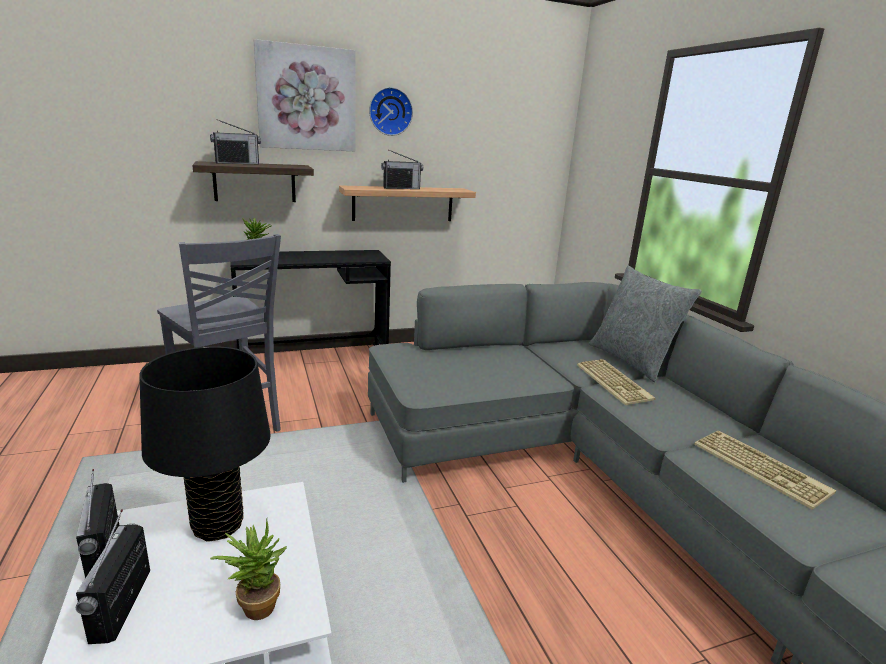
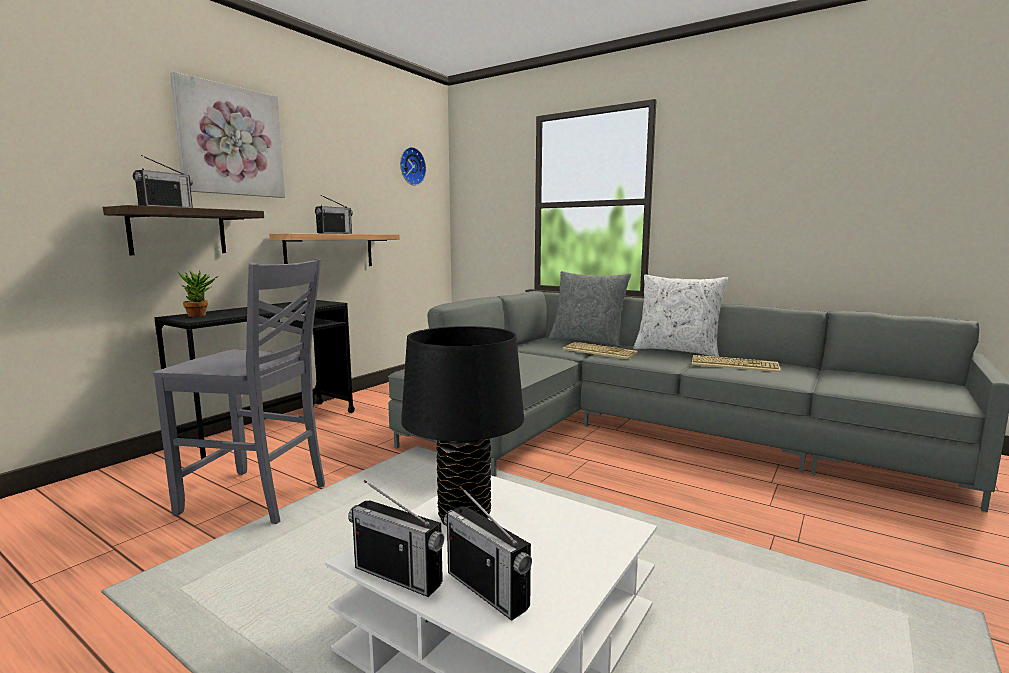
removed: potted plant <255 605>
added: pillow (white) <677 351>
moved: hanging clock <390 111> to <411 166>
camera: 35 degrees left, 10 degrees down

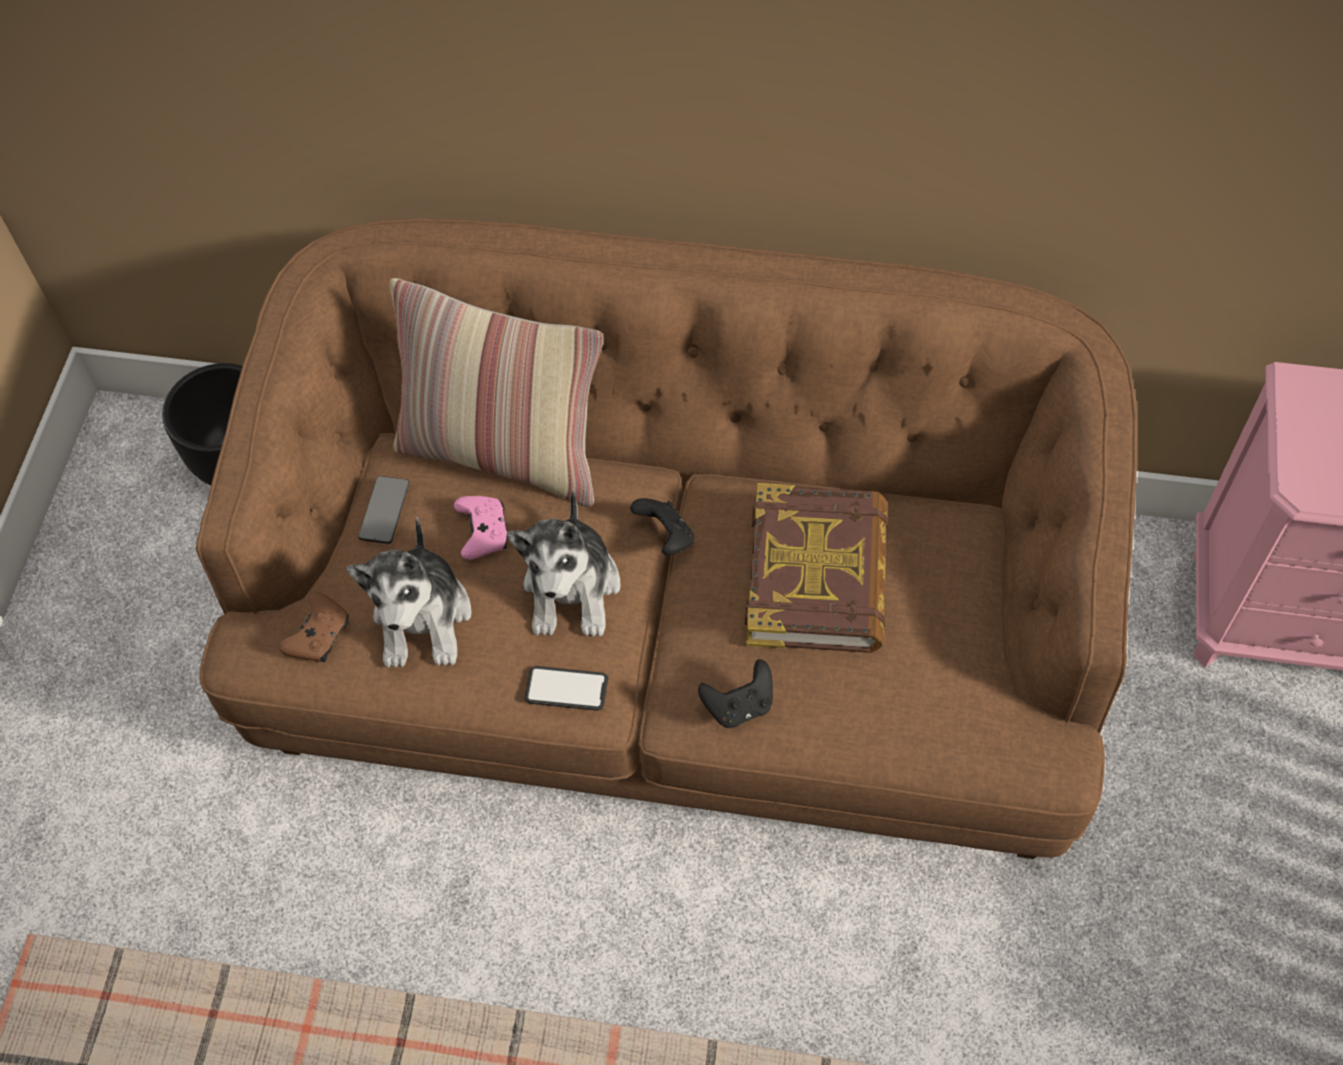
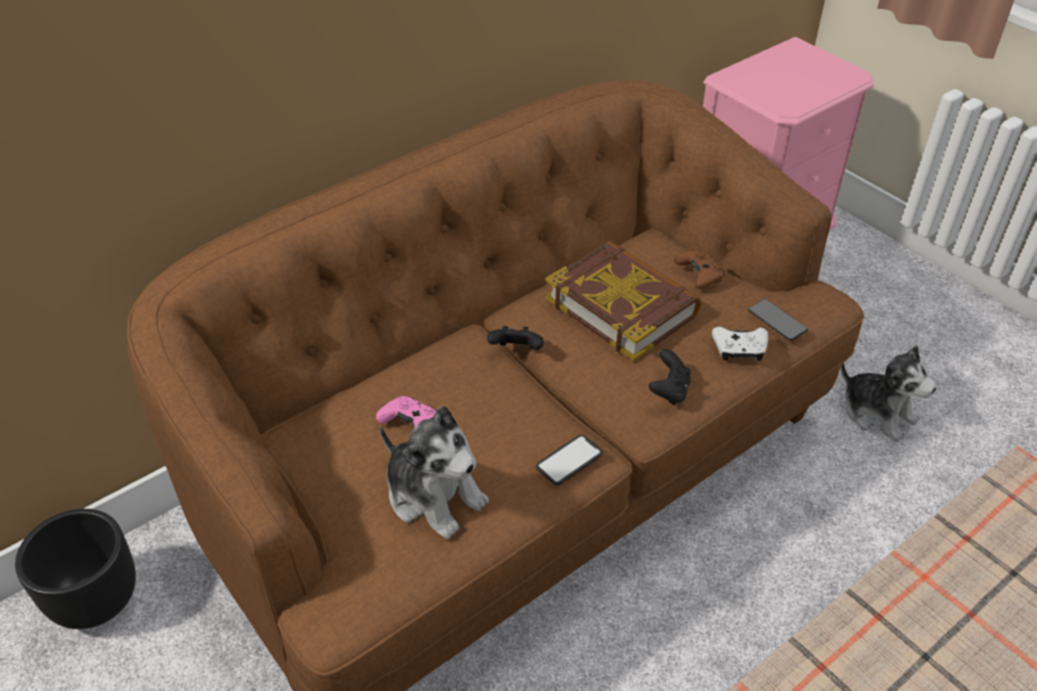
removed: pillow <504 453>
added: gamepad (white) <739 350>
moved: gamepad (brown-coloured) <319 635> to <699 275>; phone <384 510> to <777 320>; cuddly toy <572 588> to <877 413>
camera: 50 degrees left, 15 degrees down

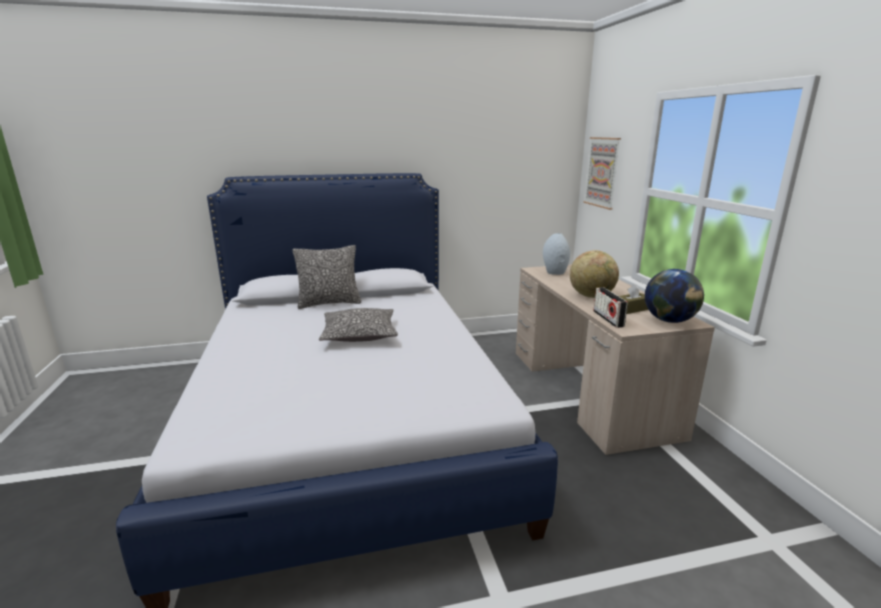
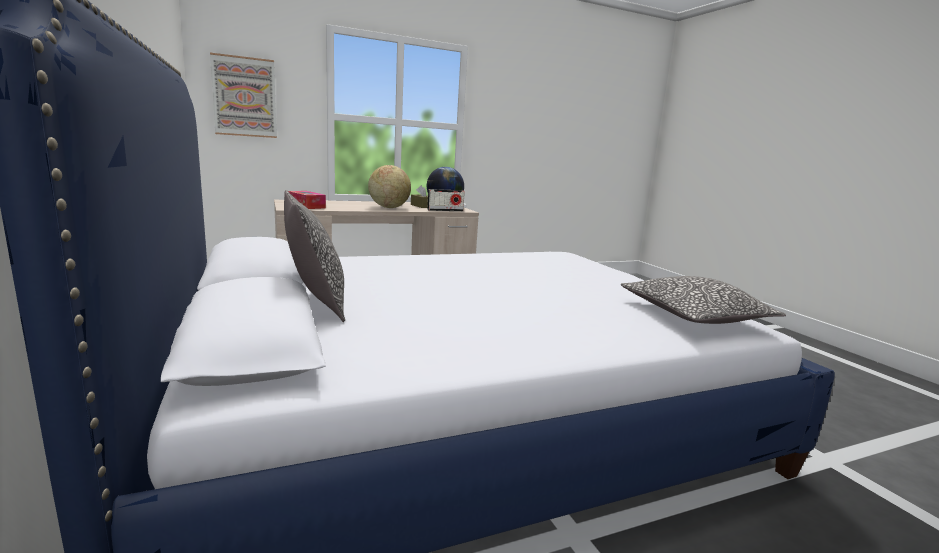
moved: pillow <359 335> to <693 316>
replaced: decorative vase (greyish) <555 272> to tissue holder <306 206>
camera: 100 degrees left, 5 degrees down

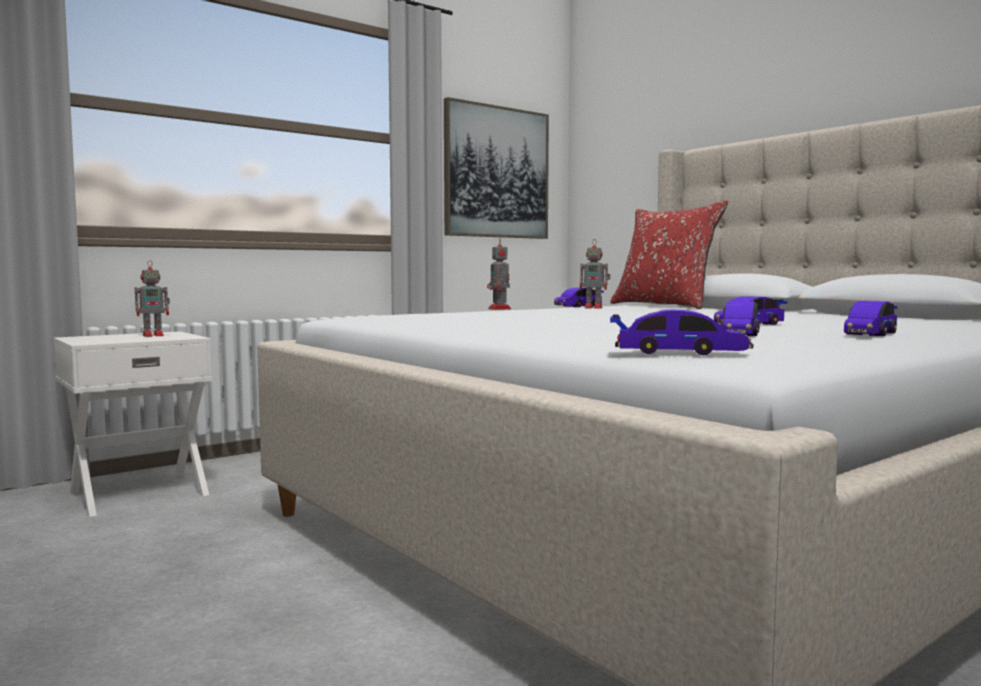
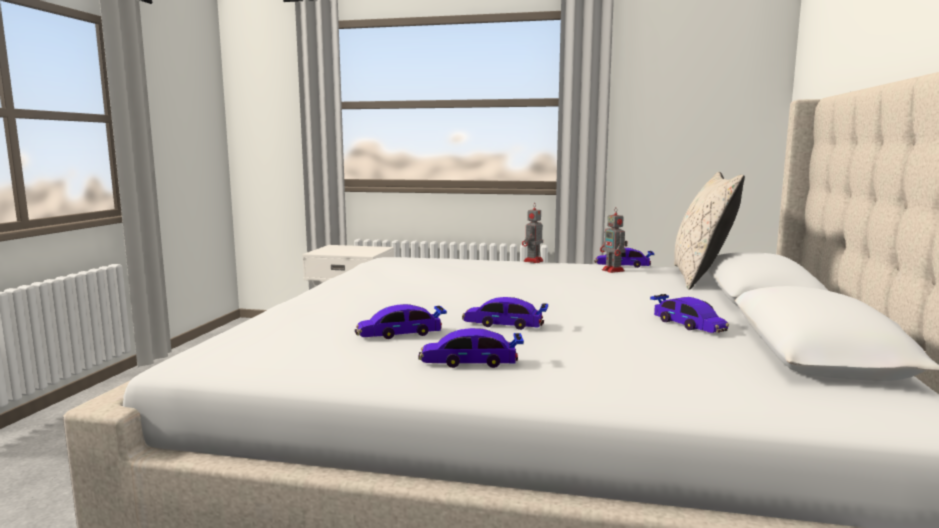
removed: robot figure <154 335>; picture <496 172>
moved: toy car <679 352> to <687 324>
recoloured: pillow (red) <665 306> to pillow (beige-coloured) <701 278>
camera: 50 degrees right, 5 degrees up

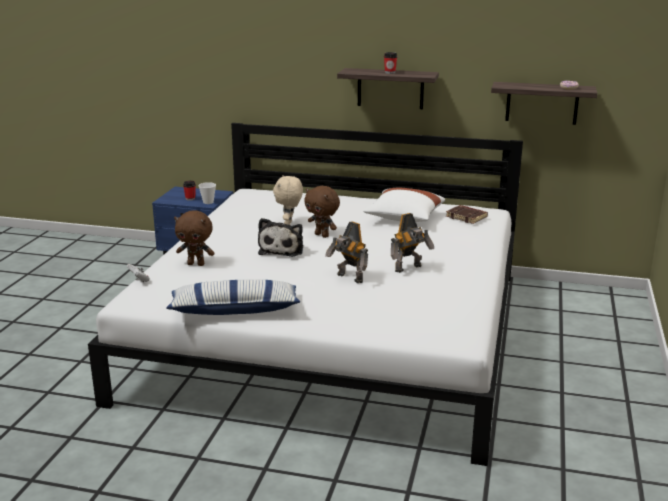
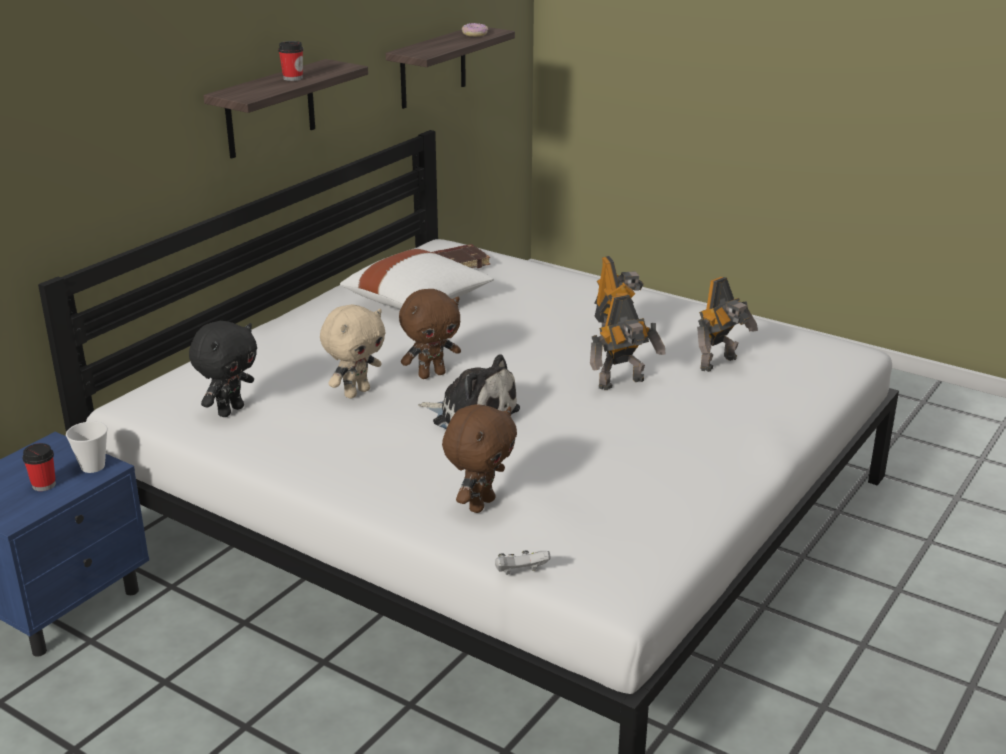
removed: pillow <234 310>
added: cuddly toy (black-coloured) <230 410>; robot figure <720 364>
turned: cuddly toy (beige-coloured) <289 224> = <356 392> 75 degrees counterclockwise
camera: 70 degrees left, 5 degrees up

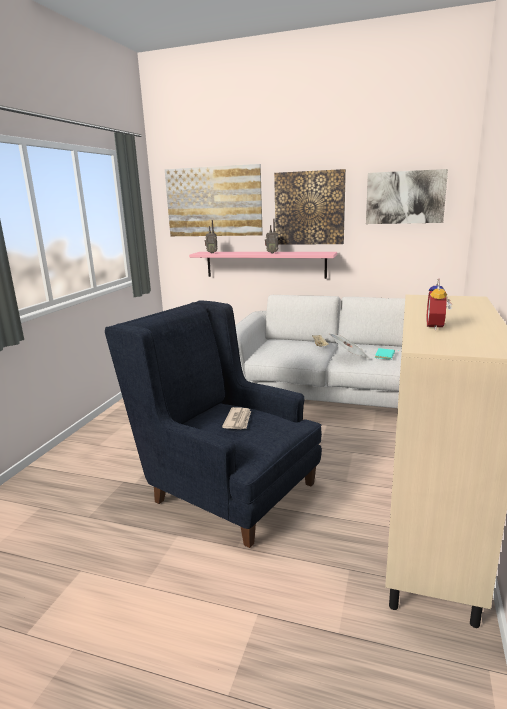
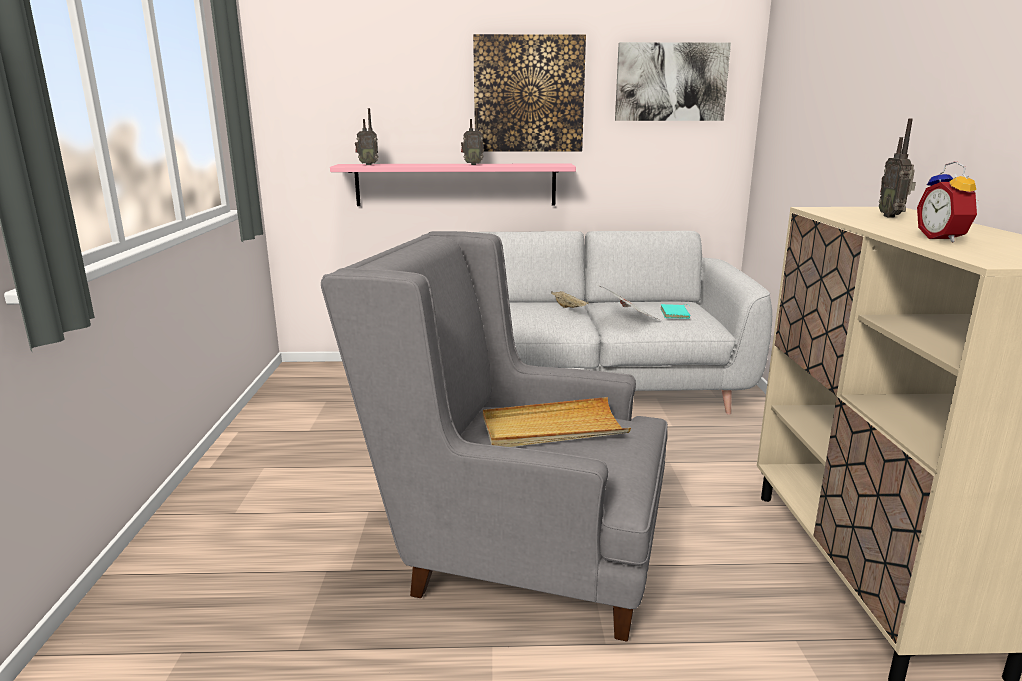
removed: picture <213 202>
added: radio <892 216>
replaced: daily paper <238 420> to serving tray (beige-coloured) <552 428>
recoloured: armchair (blue) <224 488> to armchair (greyish) <516 549>
camera: 20 degrees left, 0 degrees up

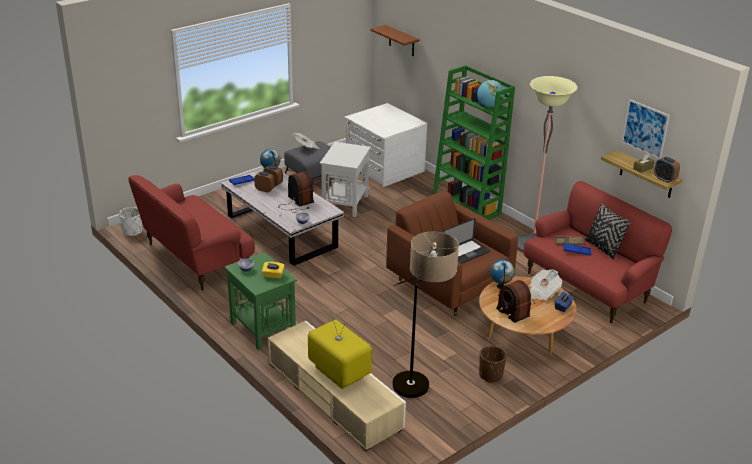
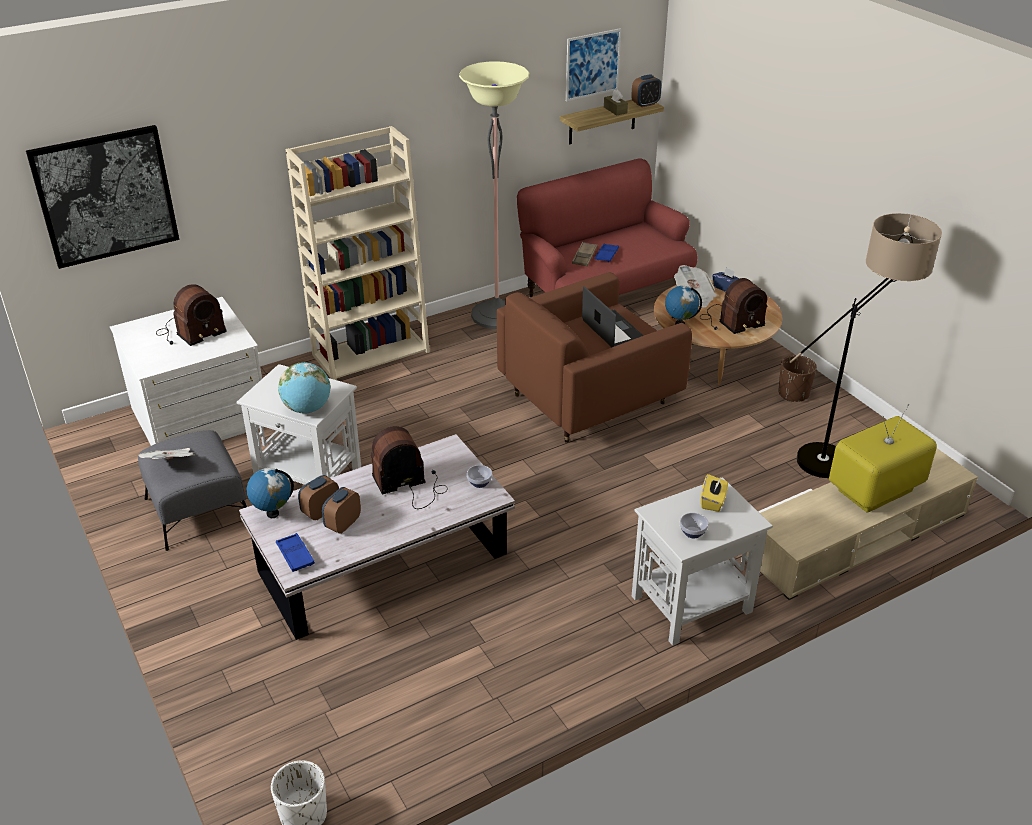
removed: couch (red) <195 259>; pillow (black-coloured) <603 248>
added: radio <190 332>
moved: desk globe <489 106> to <307 409>
replaced: bracket shelf (brown-coloured) <401 41> to picture <105 196>
recoloured: accent table (greenish) <262 328> to accent table (white) <690 604>; bookcase (greenish) <467 206> to bookcase (beige-coloured) <371 352>
camera: 80 degrees left, 5 degrees up

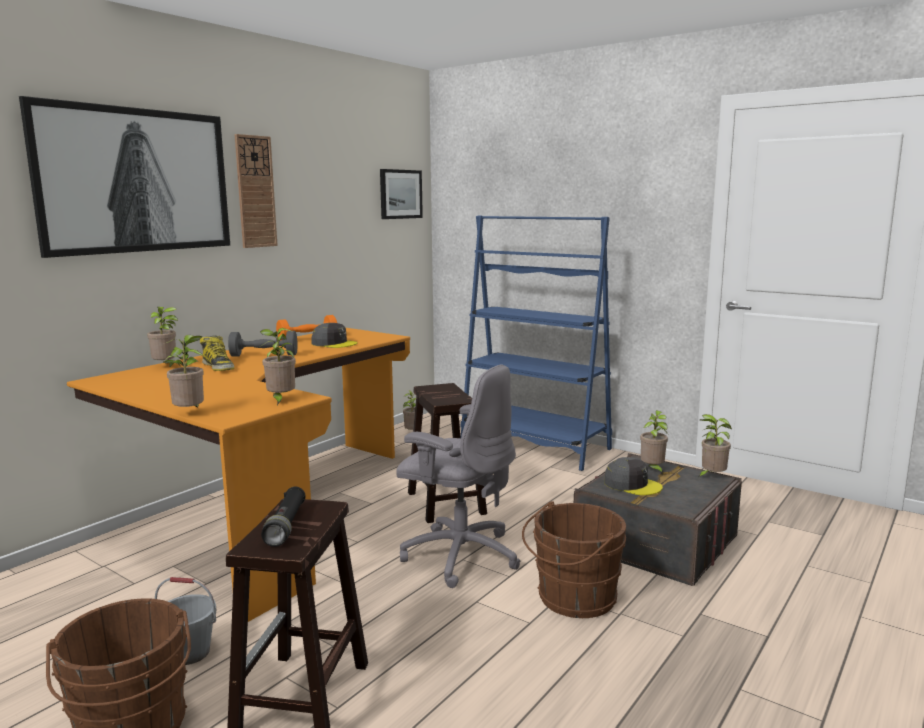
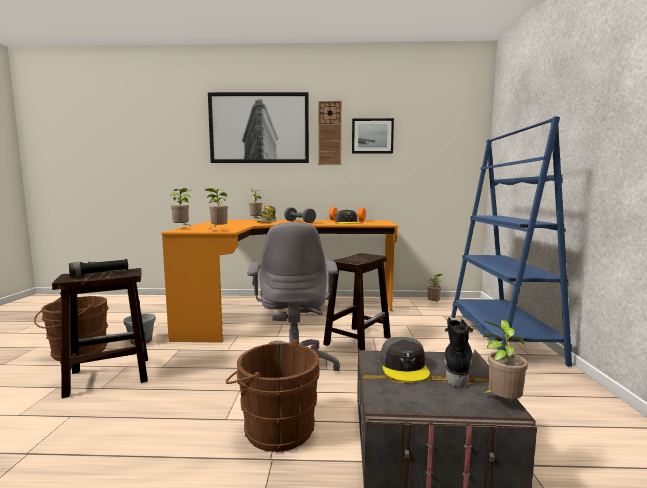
moved: picture <400 194> to <372 136>
replaced: potted plant <652 470> to boot (black-coloured) <456 368>
camera: 55 degrees right, 5 degrees down

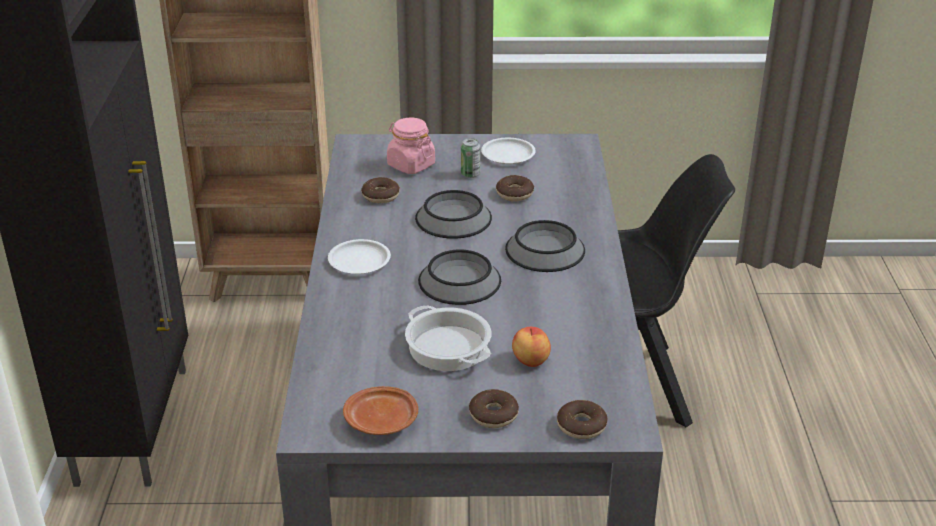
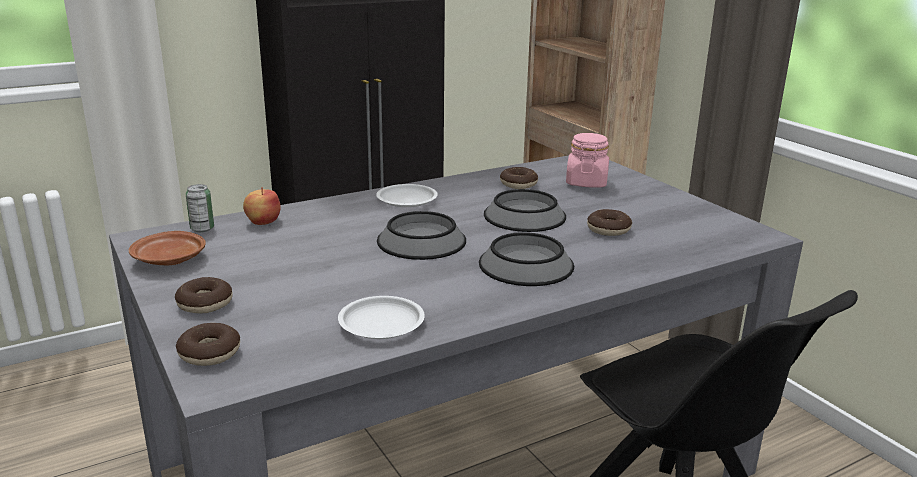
removed: stockpot <447 347>
moved: can <470 174> to <202 229>; dinner plate (white) <508 155> to <381 323>; apple fruit <530 361> to <263 221>
camera: 60 degrees right, 10 degrees down

